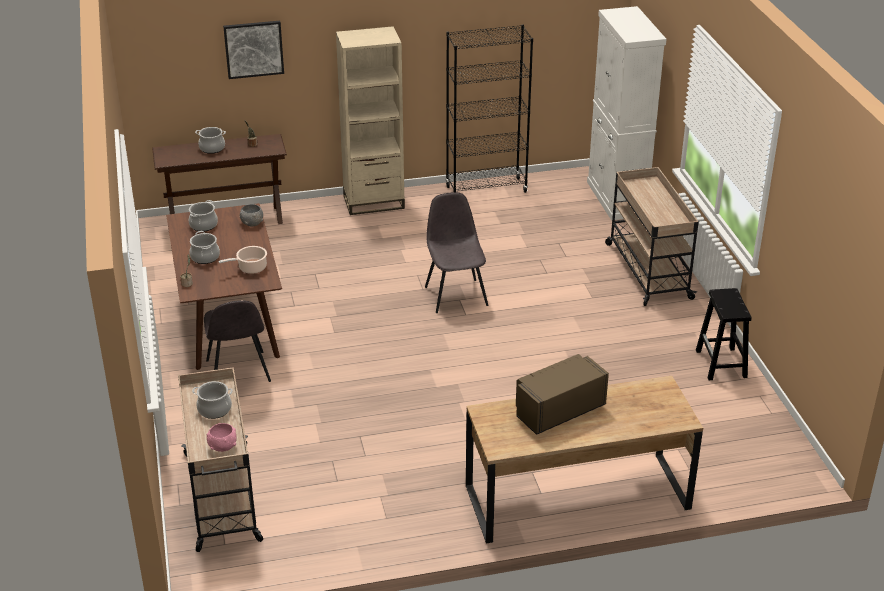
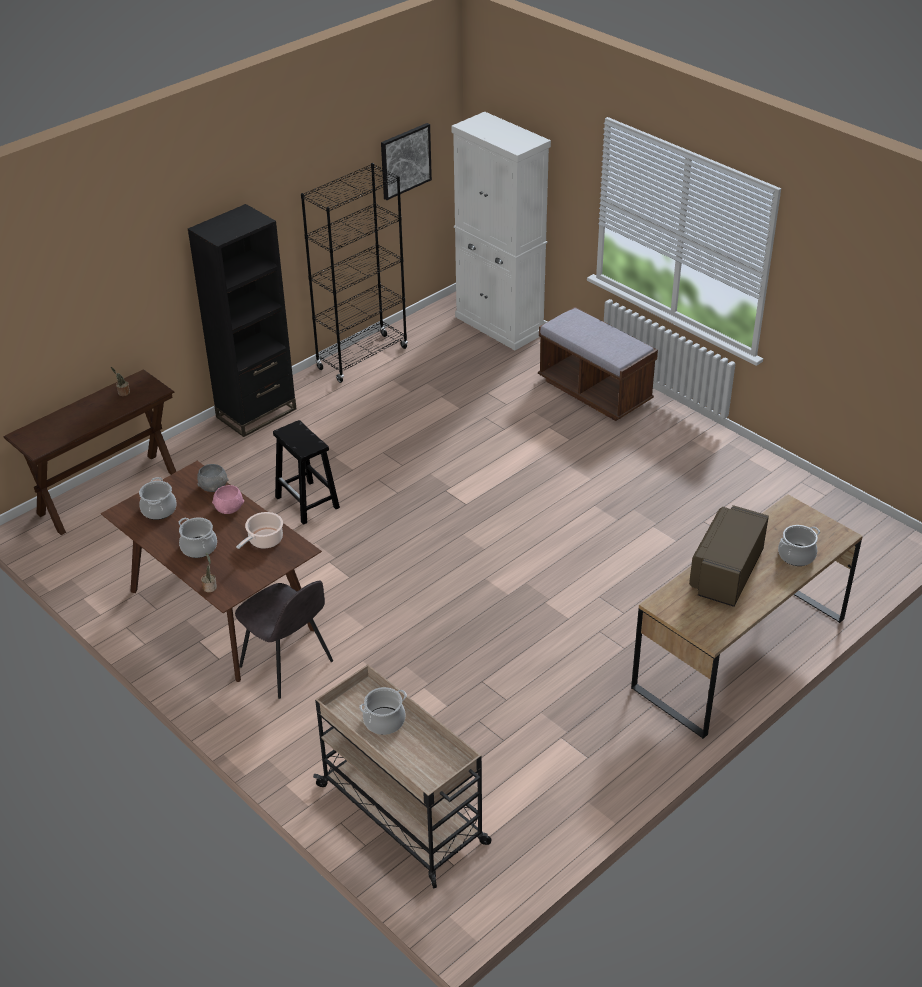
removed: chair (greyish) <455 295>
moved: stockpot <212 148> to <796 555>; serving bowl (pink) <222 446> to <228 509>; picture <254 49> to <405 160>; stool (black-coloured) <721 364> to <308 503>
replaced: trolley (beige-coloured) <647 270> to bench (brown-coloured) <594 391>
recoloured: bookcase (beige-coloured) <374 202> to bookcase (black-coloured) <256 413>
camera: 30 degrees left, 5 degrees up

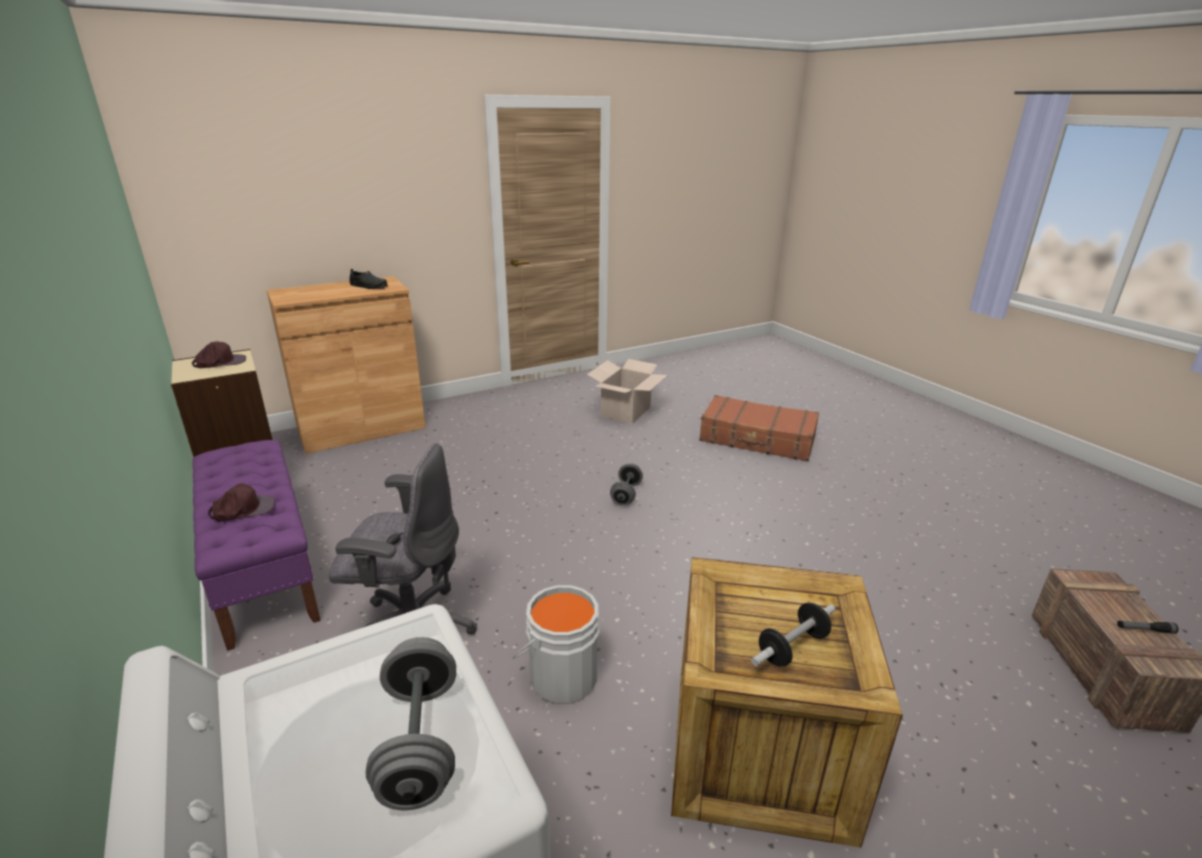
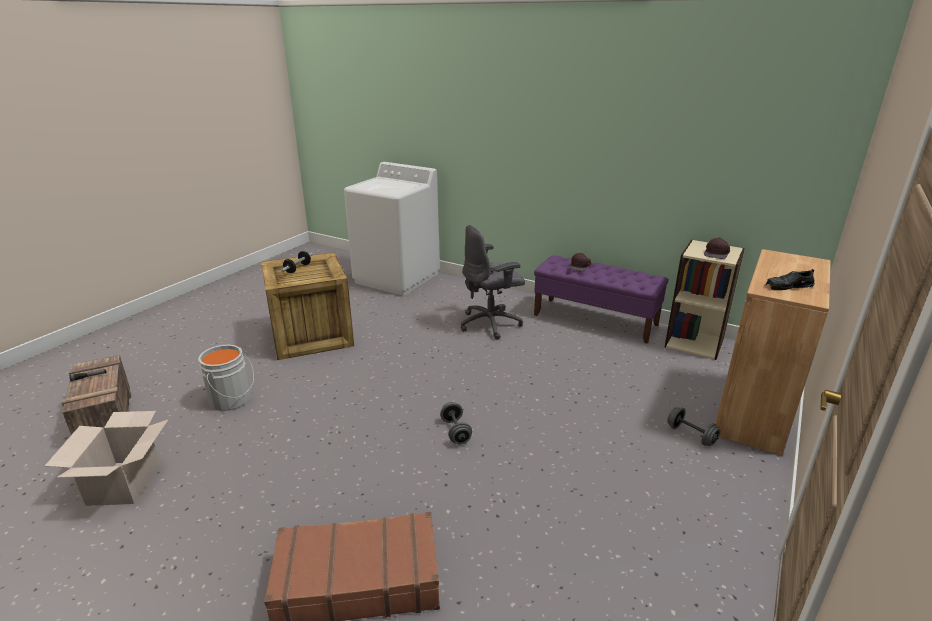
moved: free weight (greyish) <419 743> to <691 435>; bucket (greyish) <561 675> to <232 400>; cardboard box <625 411> to <125 483>
camera: 150 degrees right, 0 degrees up

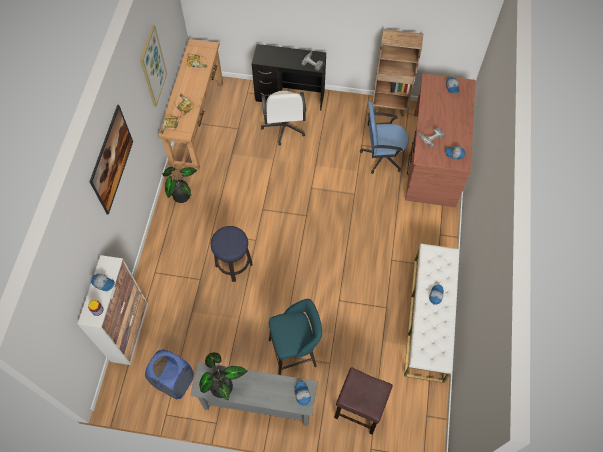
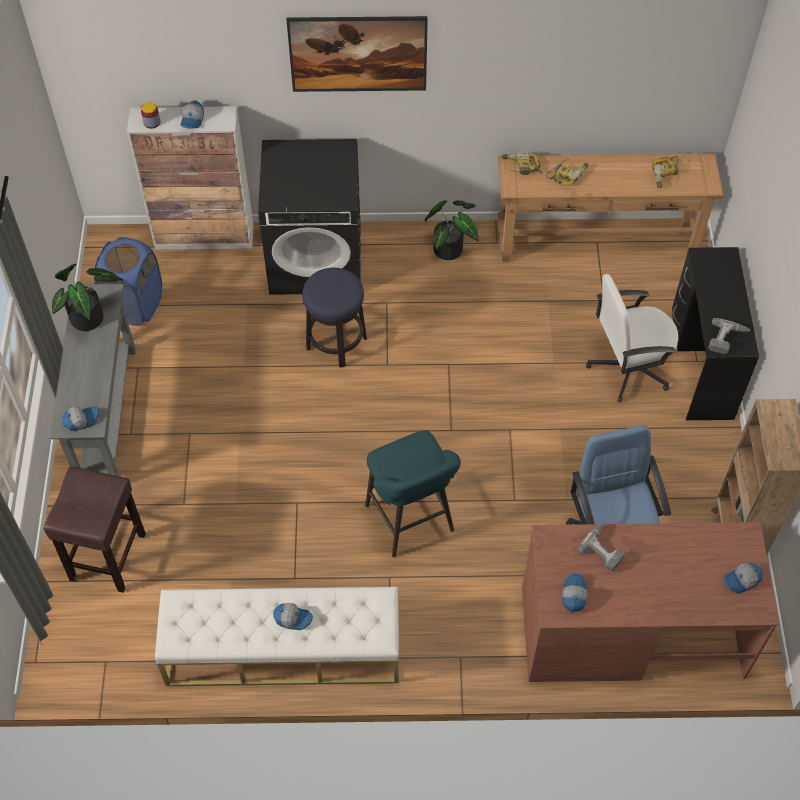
removed: picture <152 66>
added: laundry machine (black-coloured) <316 260>
moved: stool (turquoise) <295 352> to <411 522>
camera: 80 degrees right, 5 degrees down

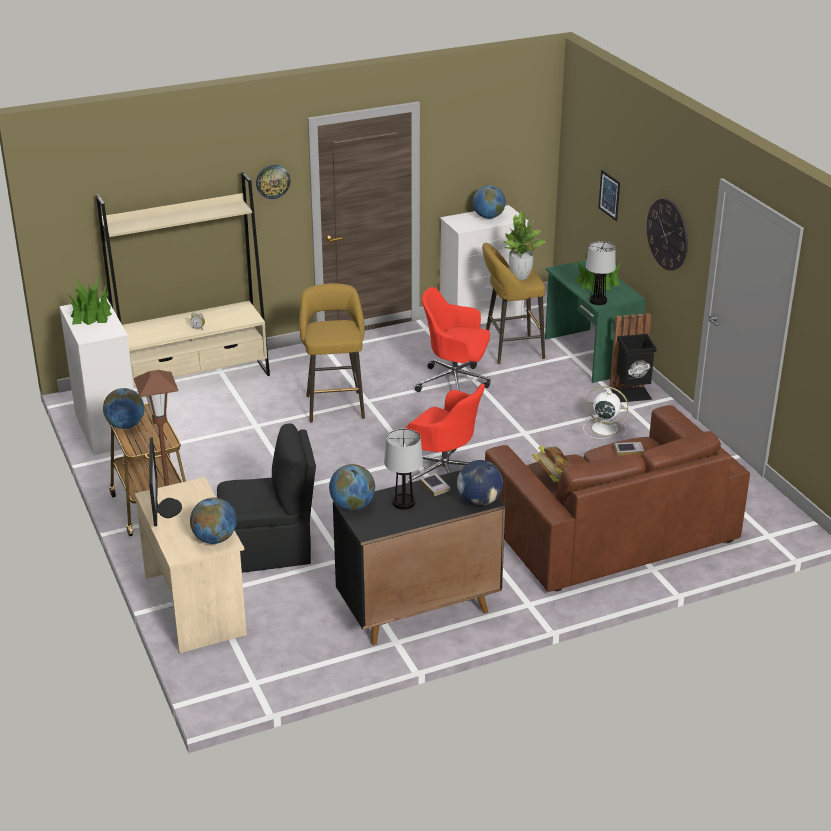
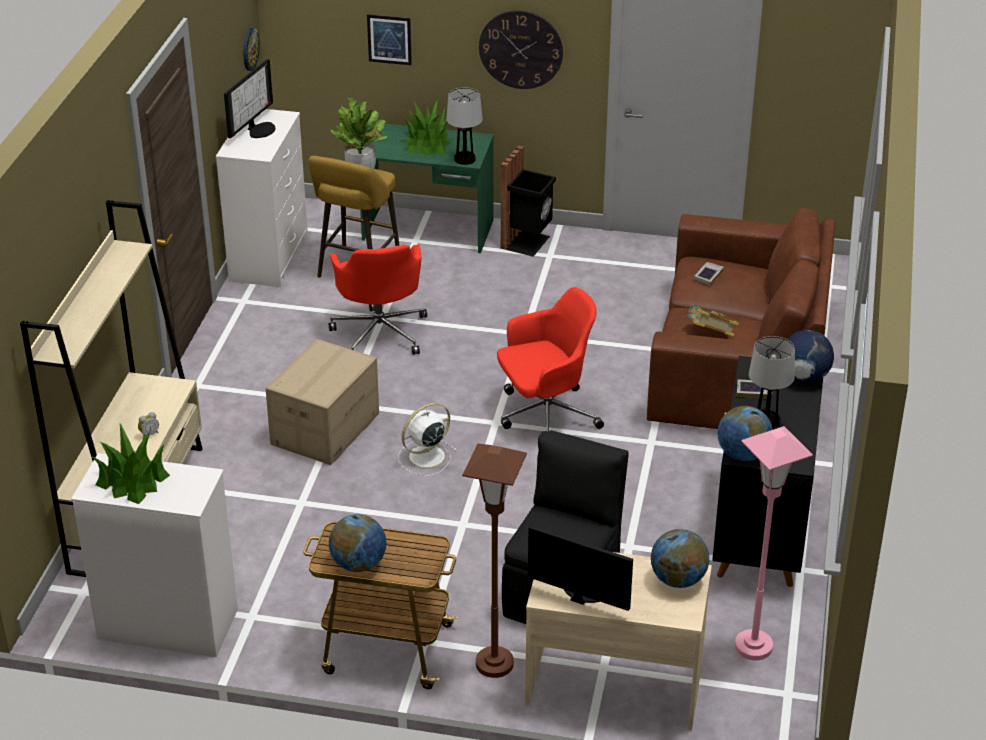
added: floor lamp (pink) <753 646>
moved: hanging clock <272 181> to <249 49>; electric fan (white) <603 428> to <425 457>
replaced: stool (yellow-coloured) <334 404> to cardboard box <324 428>; desk globe <488 217> to computer screen <259 129>
turned: computer chair (red) <455 383> = <380 332> 60 degrees counterclockwise
camera: 55 degrees left, 5 degrees up

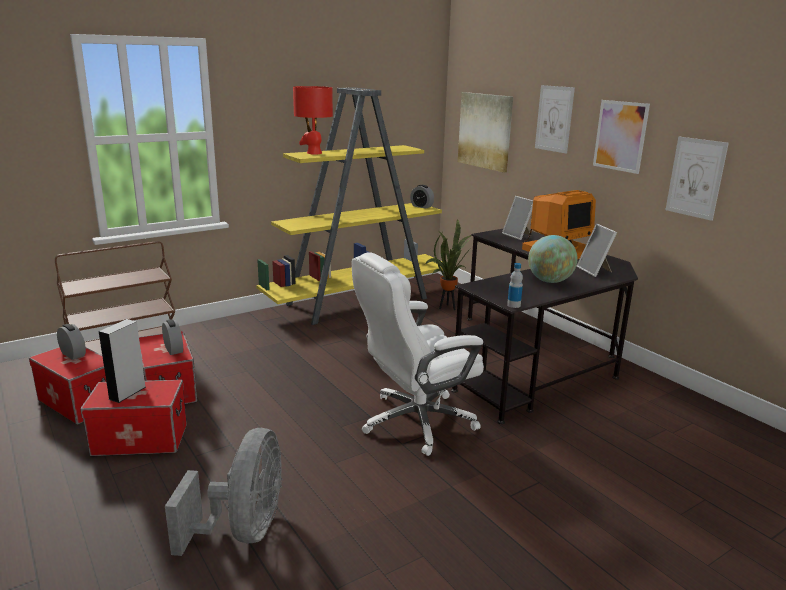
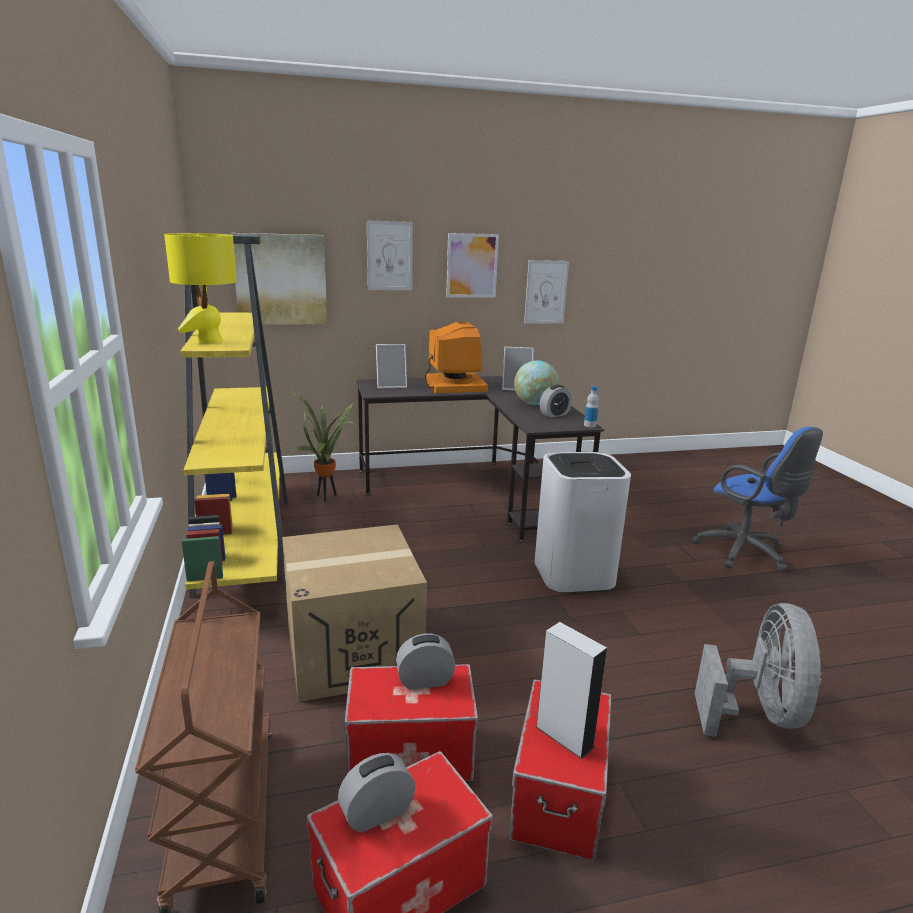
added: cardboard box <353 650>; computer chair (blue) <745 554>
moved: bedside clock <421 206> to <554 414>
replaced: computer chair (white) <415 422> to trash can (white) <573 573>
recoloured: tabletop lamp (red) <314 153> to tabletop lamp (yellow-coloured) <209 341>
turned: electric fan (greyish) <243 530> = <757 712> 75 degrees clockwise
camera: 70 degrees left, 0 degrees up

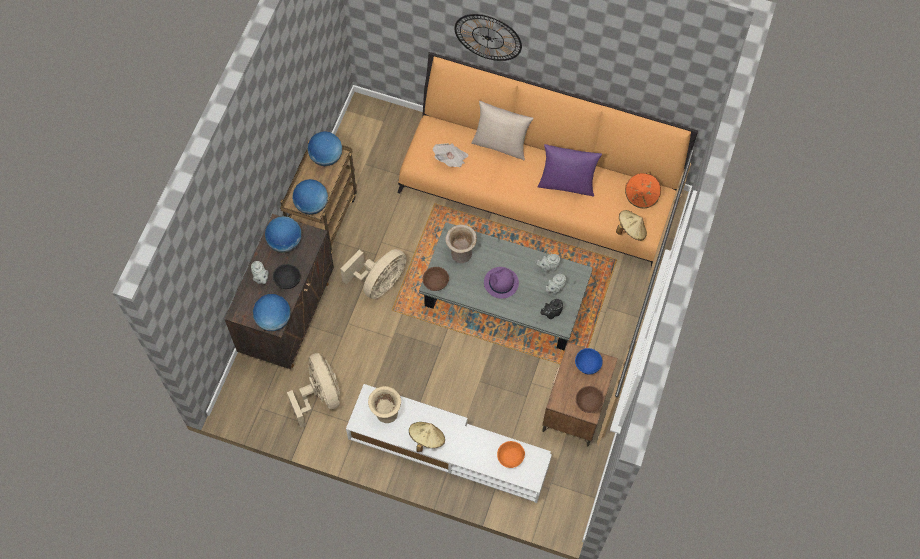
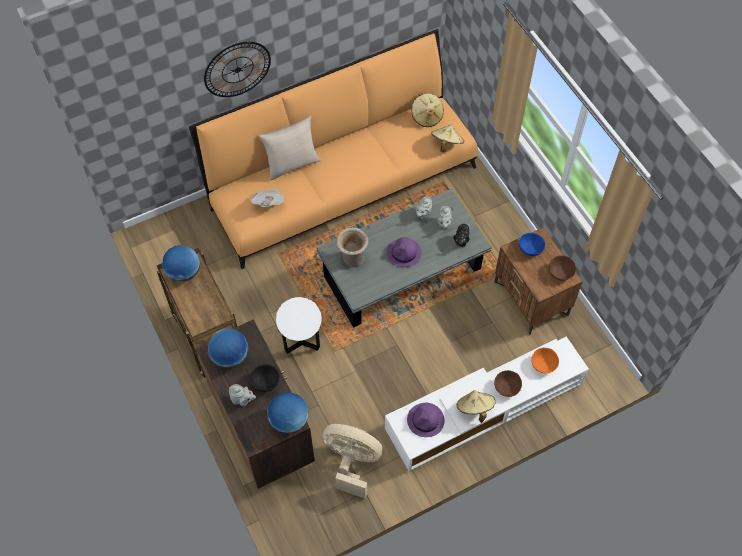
removed: desk globe <311 205>; pillow (purple-coloured) <566 184>
moved: serving bowl (brown-coloured) <436 282> to <506 387>
replaced: electric fan (beige-coloured) <379 283> to accent table (white) <301 342>; decorative vase (beige-coloured) <386 414> to clothing hat (purple-coloured) <425 420>
recoloured: clothing hat (orangey) <641 196> to clothing hat (beige-coloured) <427 117>
camera: 45 degrees left, 5 degrees down

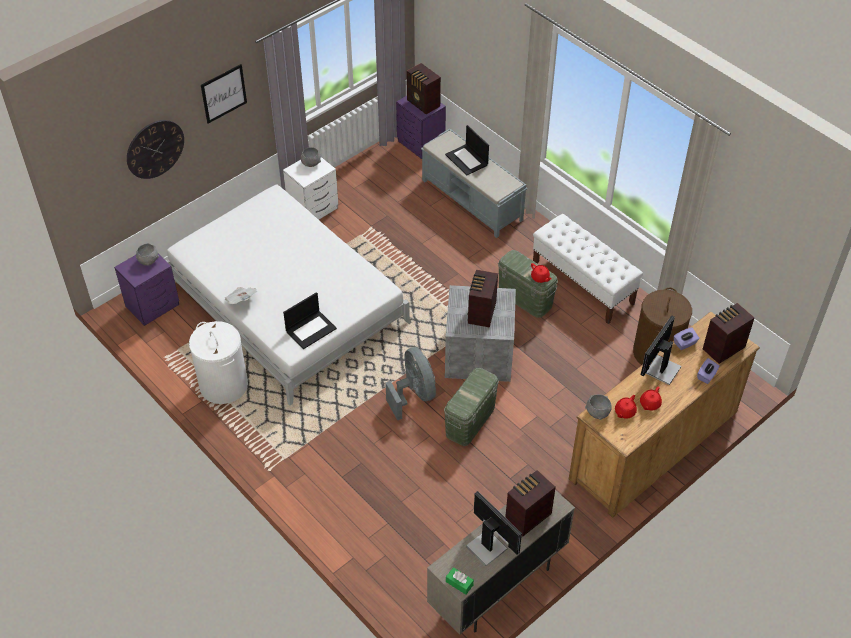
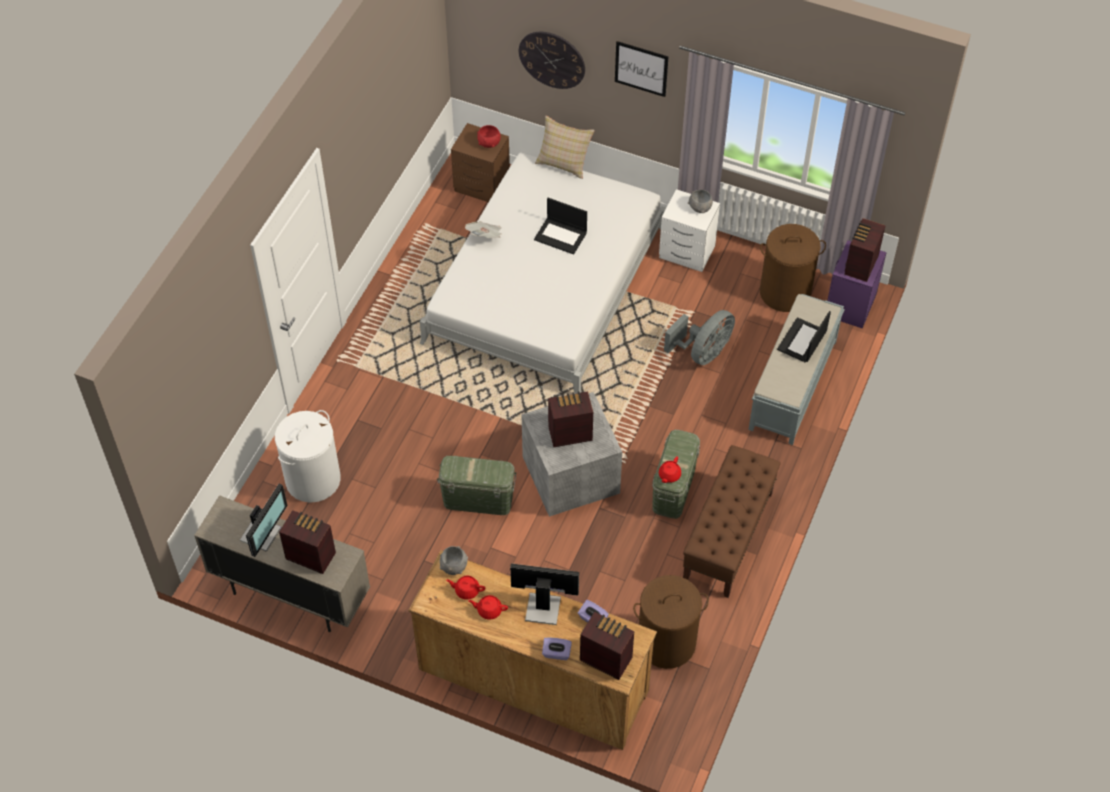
removed: tissue holder (greenish) <459 583>
added: pillow (beige-coloured) <564 162>; washing basket (brown-coloured) <785 292>
moved: washing basket (white) <223 385> to <313 479>; laptop <311 329> to <561 236>; electric fan (greyish) <414 395> to <703 352>
recoloured: nightstand (purple-coloured) <154 305> to nightstand (brown-coloured) <482 186>; serving bowl (greyish) <148 260> to serving bowl (red) <489 143>; bench (white) <583 284> to bench (brown-coloured) <728 537>
camera: 65 degrees right, 5 degrees up

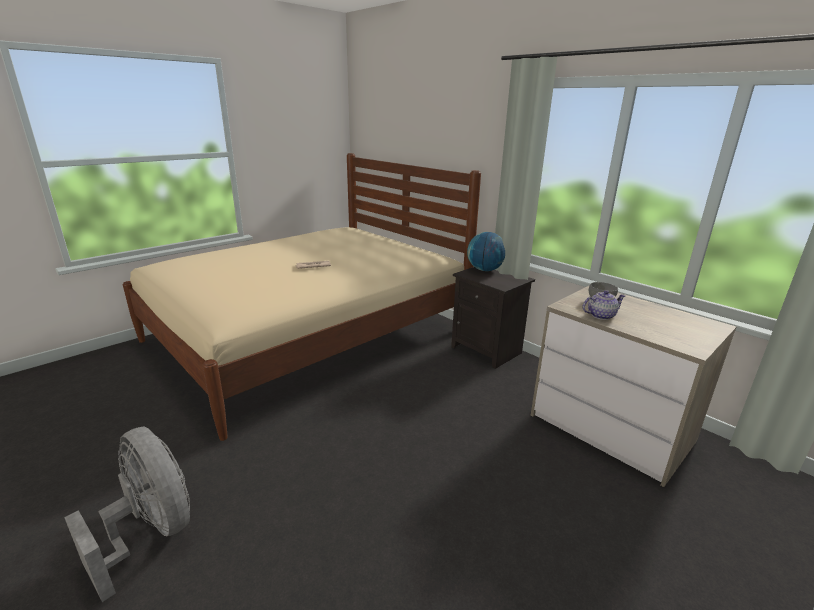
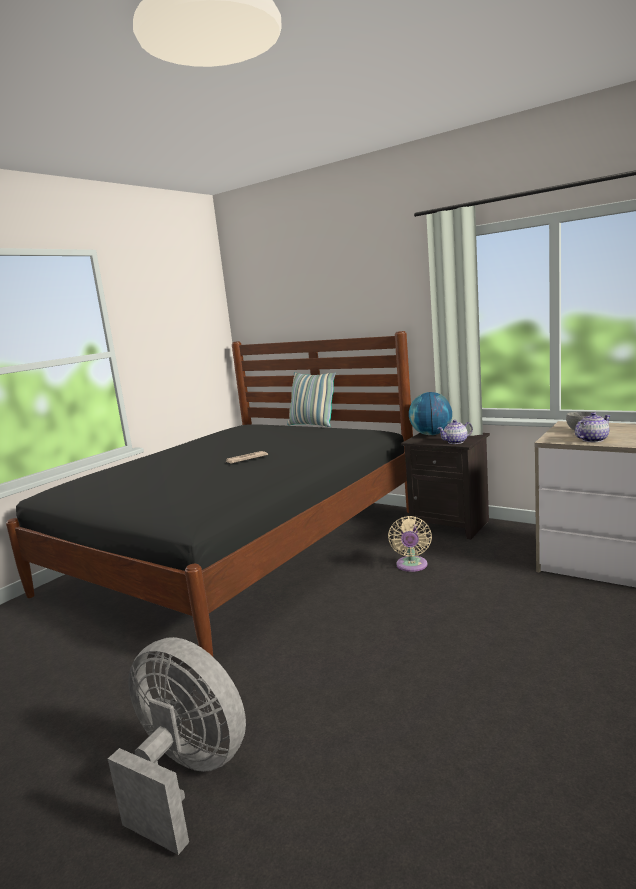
added: pillow <312 425>; electric fan (beige-coloured) <411 566>; pot for tea <456 442>
recoloured: bedroom bed (beige-coloured) <309 335> to bedroom bed (black-coloured) <240 550>
camera: 10 degrees left, 10 degrees down

